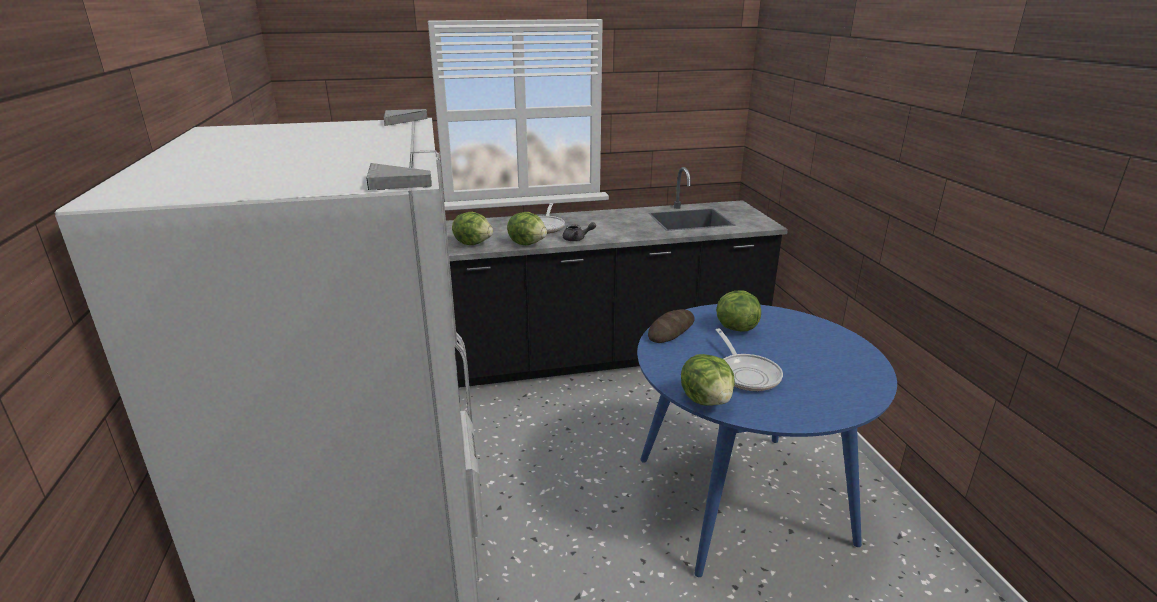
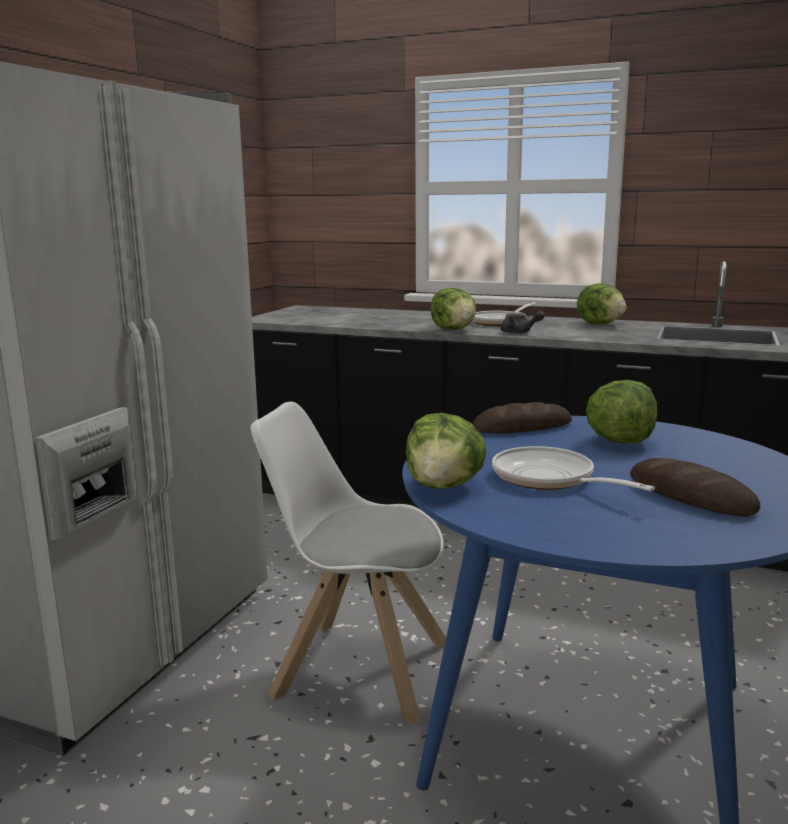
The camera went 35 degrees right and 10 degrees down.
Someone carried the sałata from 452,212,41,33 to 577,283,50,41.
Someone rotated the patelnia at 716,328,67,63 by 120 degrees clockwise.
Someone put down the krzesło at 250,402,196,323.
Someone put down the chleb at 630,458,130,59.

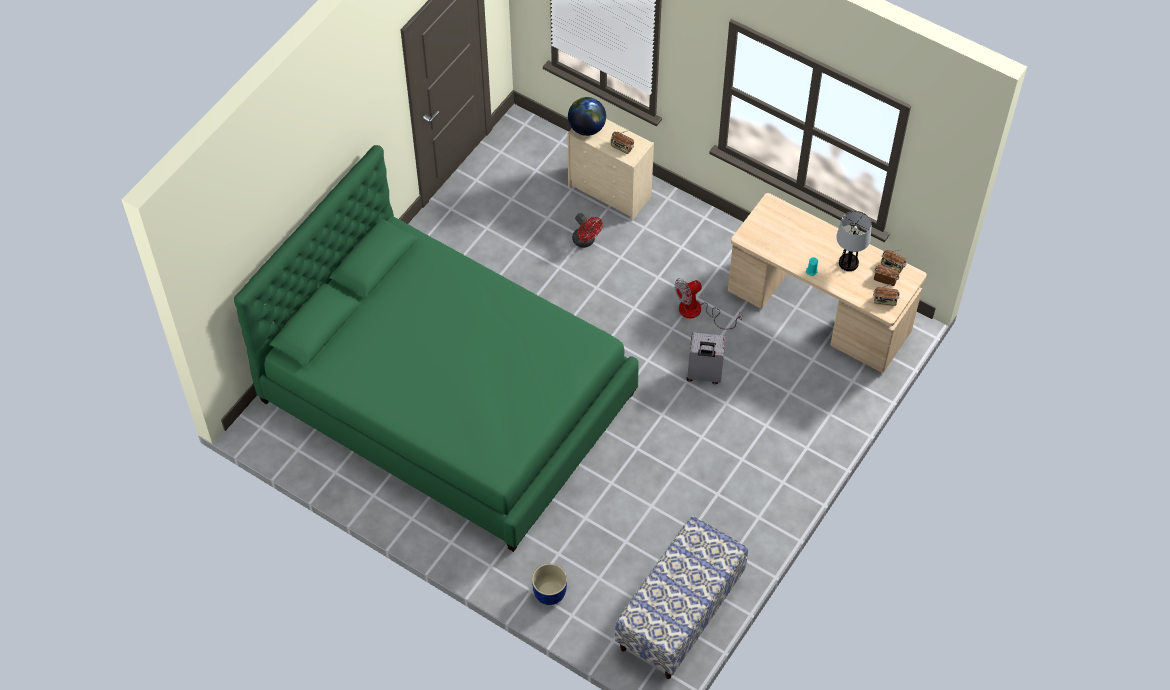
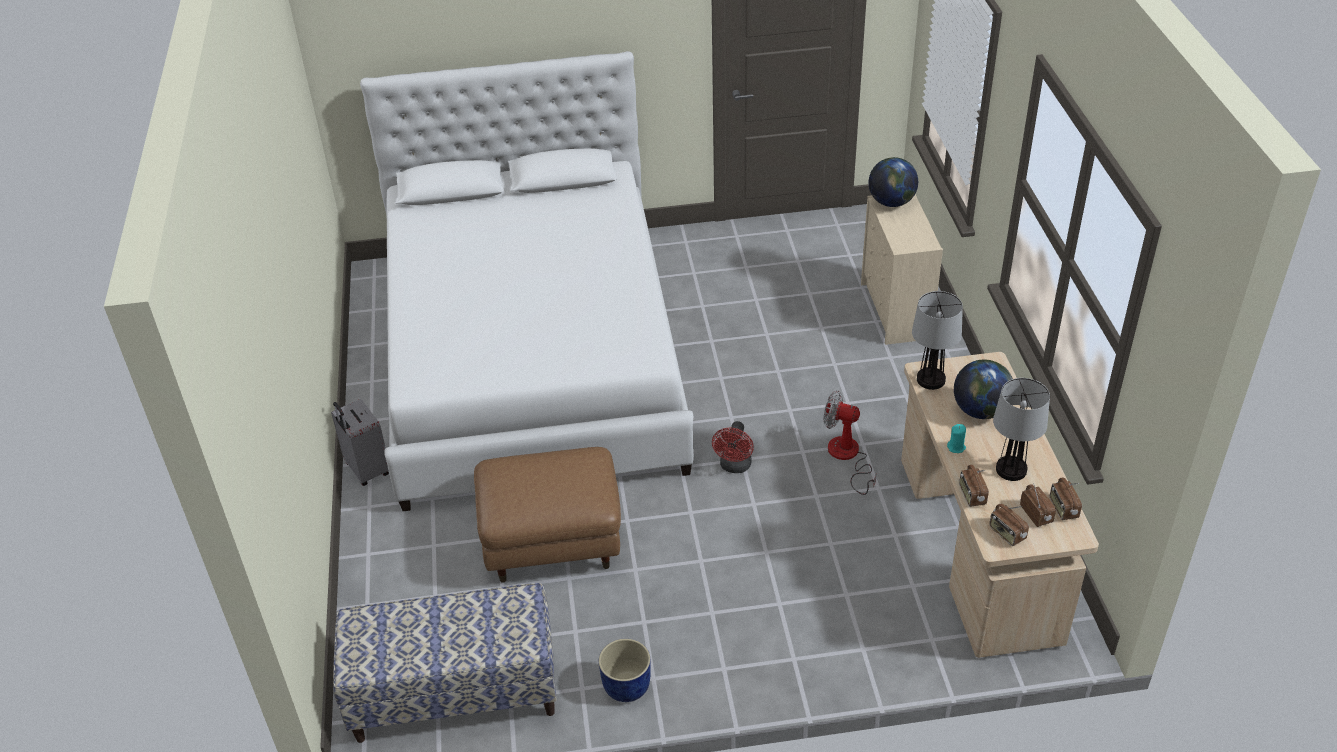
The camera went 50 degrees right and 15 degrees down.
Someone carried the radio from 611,131,23,23 to 959,465,30,42.
Someone repainted the łóżko [zielony] at 234,145,405,407, which became the łóżko [biały] at 360,51,334,460.
Someone carried the wentylator [czerwony] from 572,213,31,35 to 712,421,42,52.
Someone carried the walizka [szary] from 687,333,39,51 to 331,399,58,87.
Someone carried the donica [niebieski] from 532,564,35,41 to 599,639,52,63.
Someone put down the lampa stołowa at 912,291,51,99.
Someone put down the globus at 954,360,59,59.
Someone put down the pufa [brązowy] at 474,447,147,136.

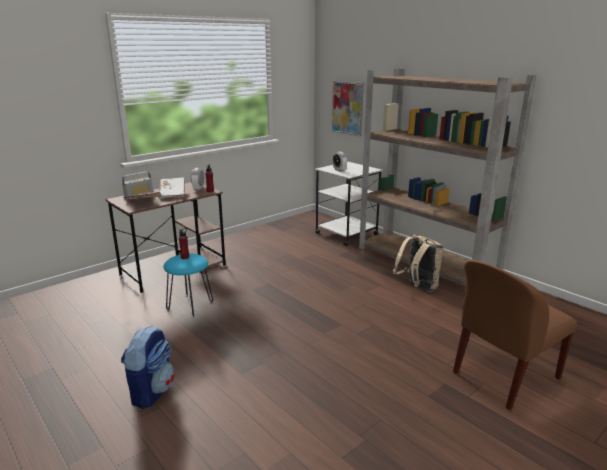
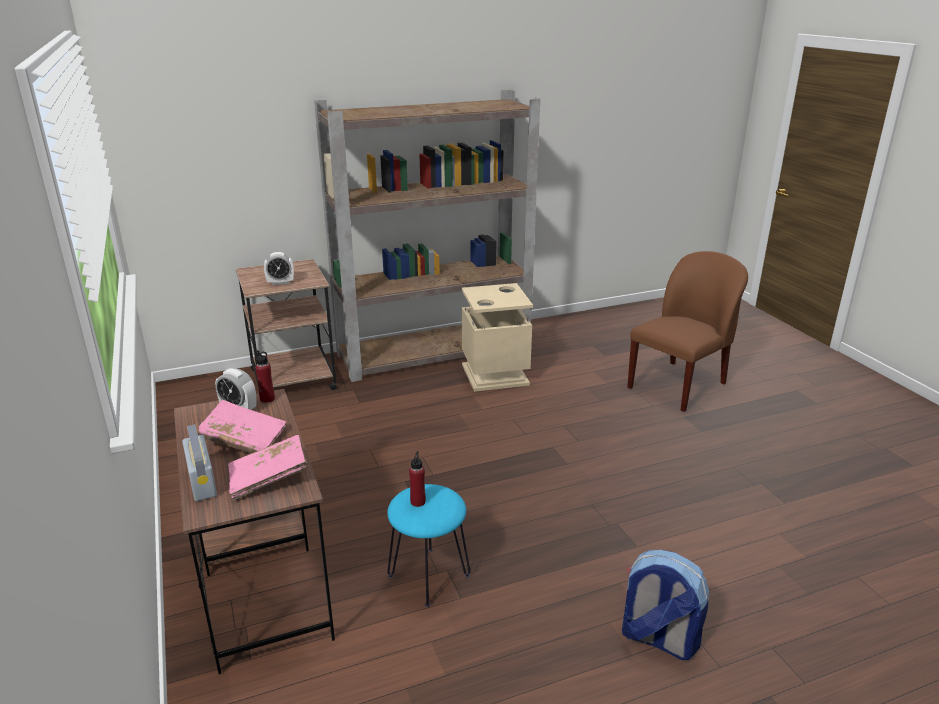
The camera went 70 degrees left and 5 degrees up.
Someone took away the obraz at 332,81,32,55.
Someone repainted the wózek [biały] at 315,162,68,84, which became the wózek [brązowy] at 236,259,101,131.
Someone repainted the książka [biały] at 158,177,27,22, which became the książka [różowy] at 197,400,89,53.
Someone swapped the plecak [beżowy] at 393,235,50,57 for the kosz na śmieci [beżowy] at 462,283,71,109.
Someone rotated the krzesło [brązowy] at 453,259,124,151 by 120 degrees counterclockwise.

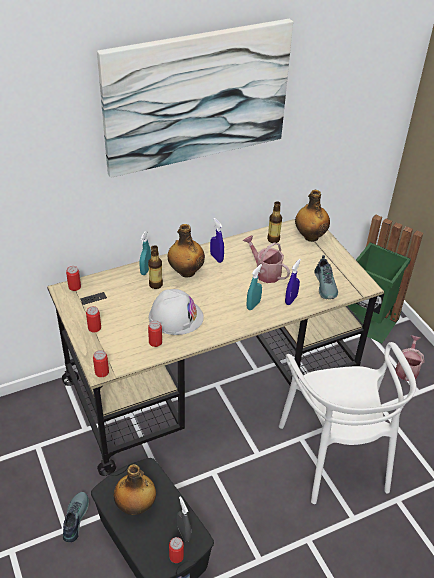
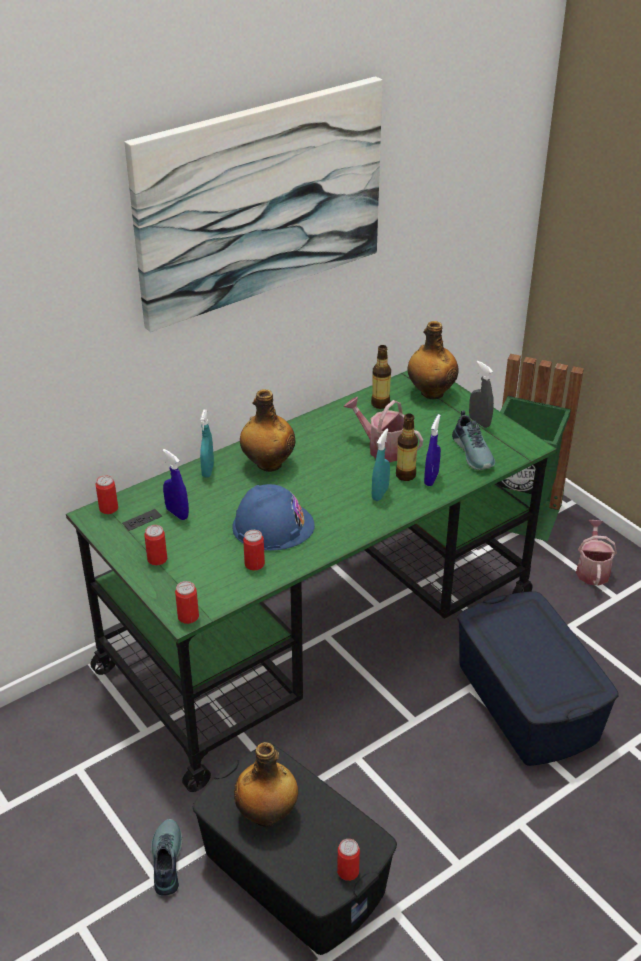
The camera went 10 degrees left and 5 degrees down.
Someone carried the spryskiwacz [niebieski] from 210,218,14,45 to 162,449,27,71.
Someone repainted the biurko [beżowy] at 47,219,337,257, which became the biurko [zielony] at 66,370,491,422.
Someone carried the butelka from 148,245,15,44 to 396,414,22,67.
Someone repainted the kask [biały] at 149,289,55,46, which became the kask [niebieski] at 232,484,83,66.
Someone swapped the krzesło [biały] at 279,342,137,162 for the pojemnik do przechowywania [niebieski] at 457,591,162,175.
Someone carried the spryskiwacz [szary] from 177,496,14,45 to 469,361,25,67.

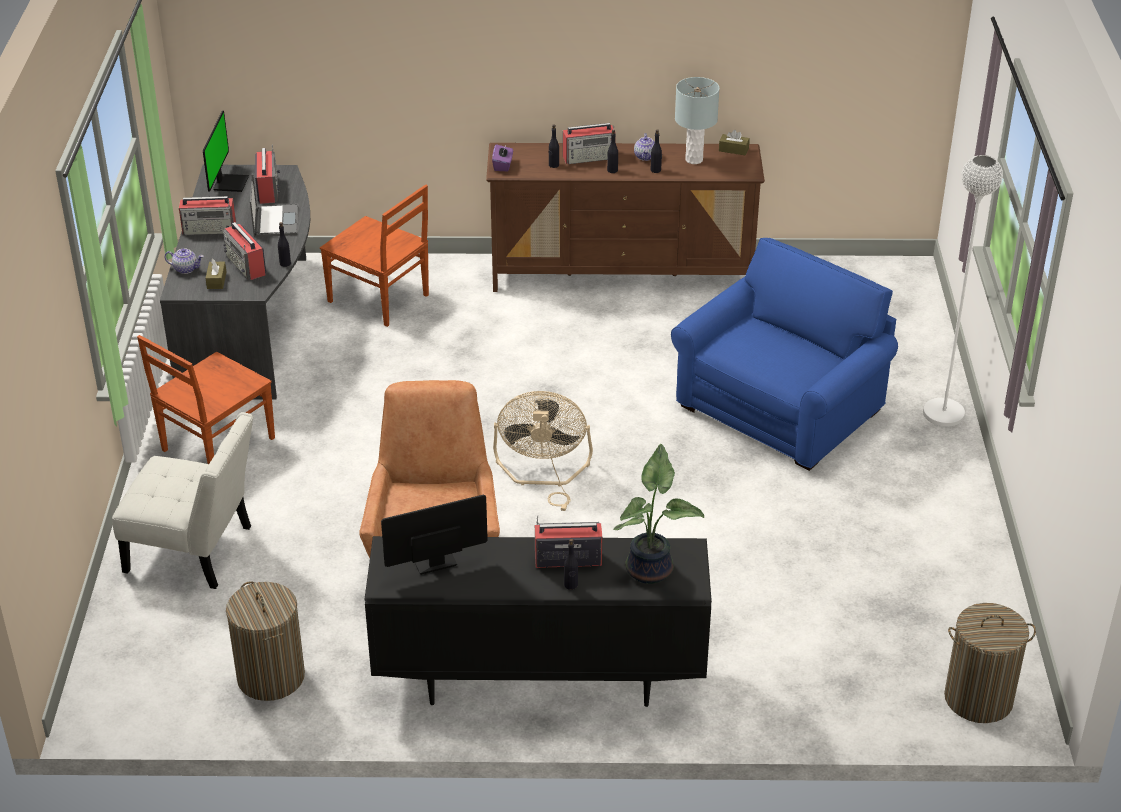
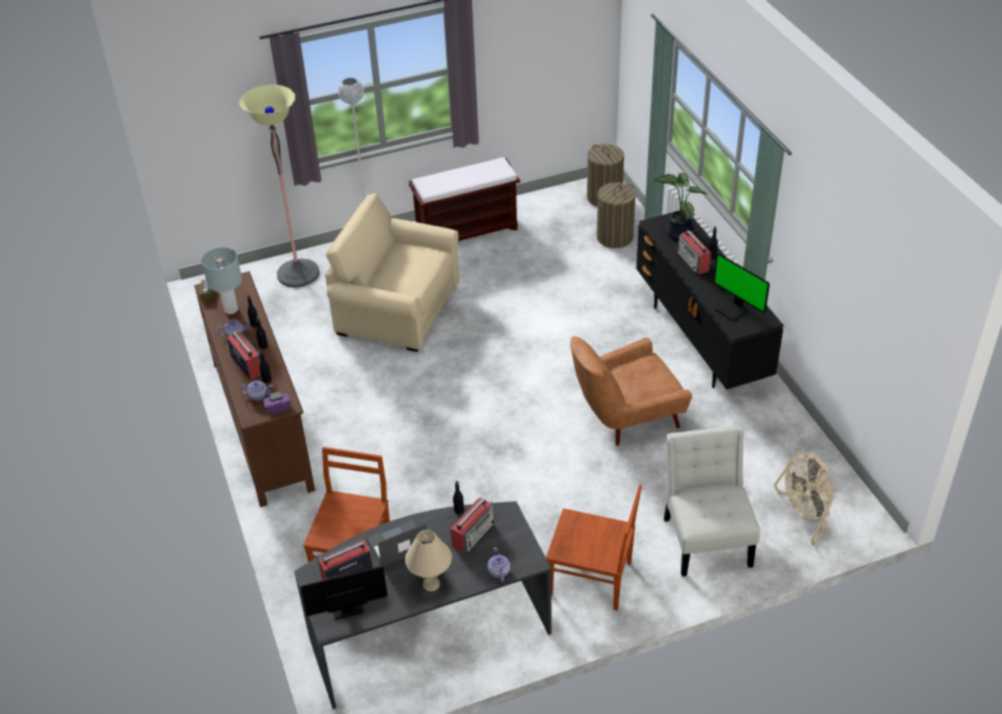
The camera went 110 degrees left and 5 degrees up.
Someone swapped the radio at 179,196,57,39 for the lampa stołowa [beżowy] at 405,530,47,61.
Someone repainted the fotel [niebieski] at 671,238,227,233, which became the fotel [beżowy] at 325,193,135,159.
Someone took away the pudełko chusteczek [brązowy] at 205,259,21,30.
Someone carried the wentylator [beżowy] from 493,391,100,120 to 774,451,63,95.
Someone carried the kosz na pranie from 226,581,79,120 to 597,182,39,66.
Someone put down the lampa stojąca at 239,84,80,203.
Someone put down the ławka [brązowy] at 409,157,111,84.
Someone put down the imbryk at 240,380,33,21.

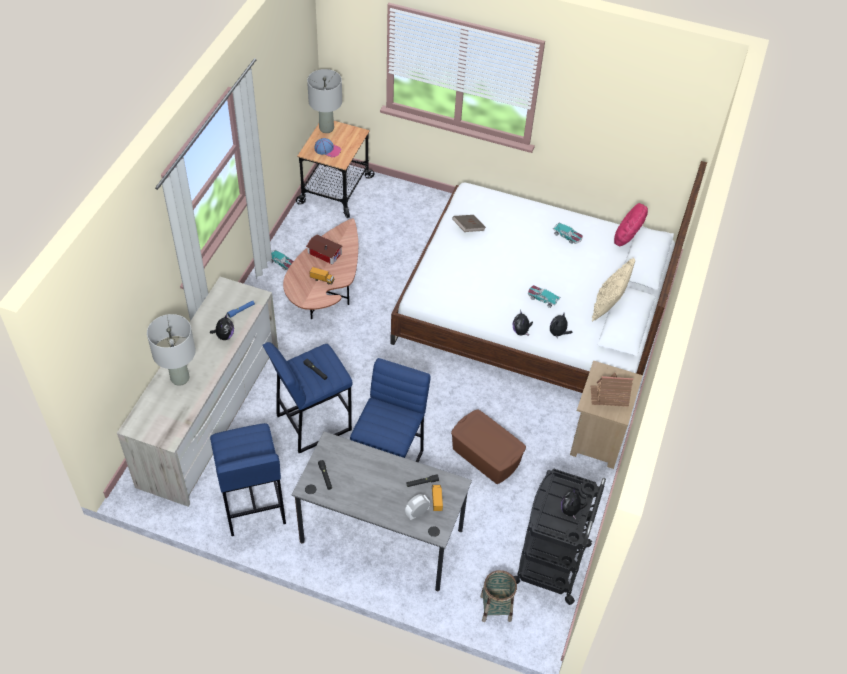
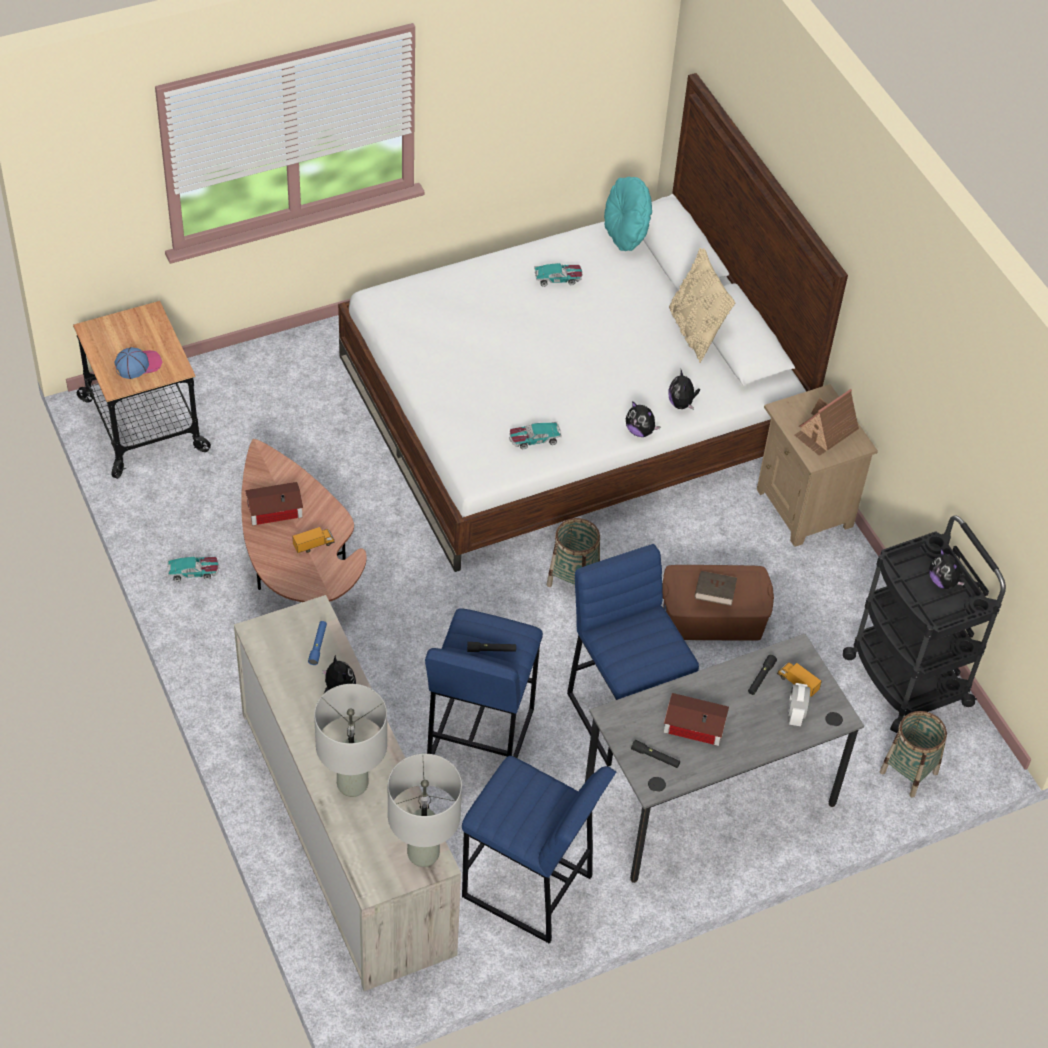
The camera went 45 degrees left and 0 degrees up.
Someone carried the lampa stołowa [szary] from 307,69,35,64 to 388,754,74,113.
Someone repainted the poduszka [różowy] at 614,203,34,43, which became the poduszka [turkusowy] at 604,177,48,74.
Someone carried the książka [brązowy] from 452,215,34,17 to 695,571,42,35.
Someone carried the samochodzik from 528,285,32,23 to 509,422,53,27.
Someone put down the koszyk at 547,518,53,69.
Someone put down the domek at 664,693,65,53.

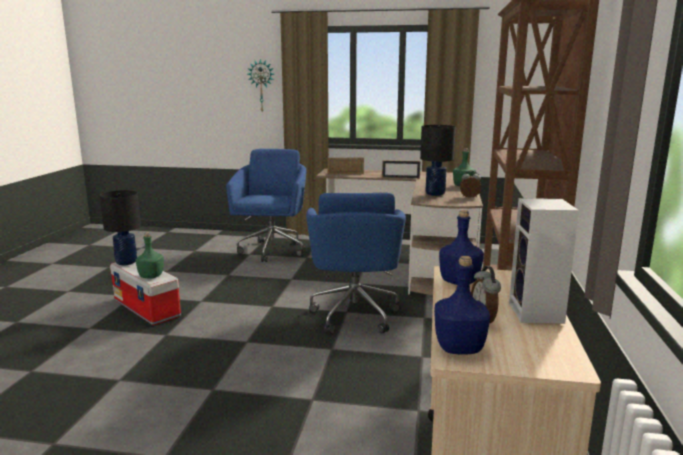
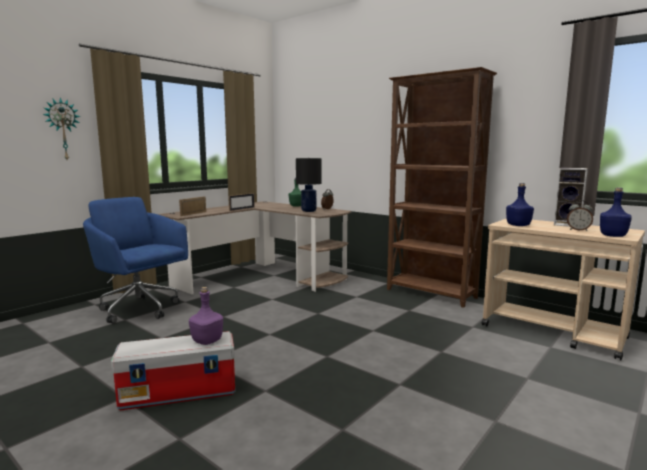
The camera went 60 degrees left and 5 degrees down.
Someone took away the lampa stołowa [czarny] at 100,190,41,75.
Someone took away the krzesło biurowe [niebieski] at 306,193,100,141.
Someone repainted the butelka [zielony] at 135,232,29,46, which became the butelka [fioletowy] at 189,287,34,58.

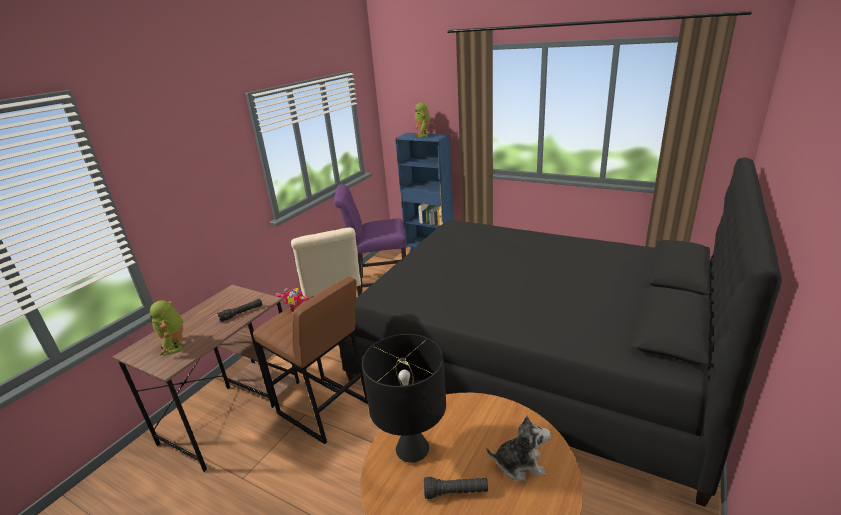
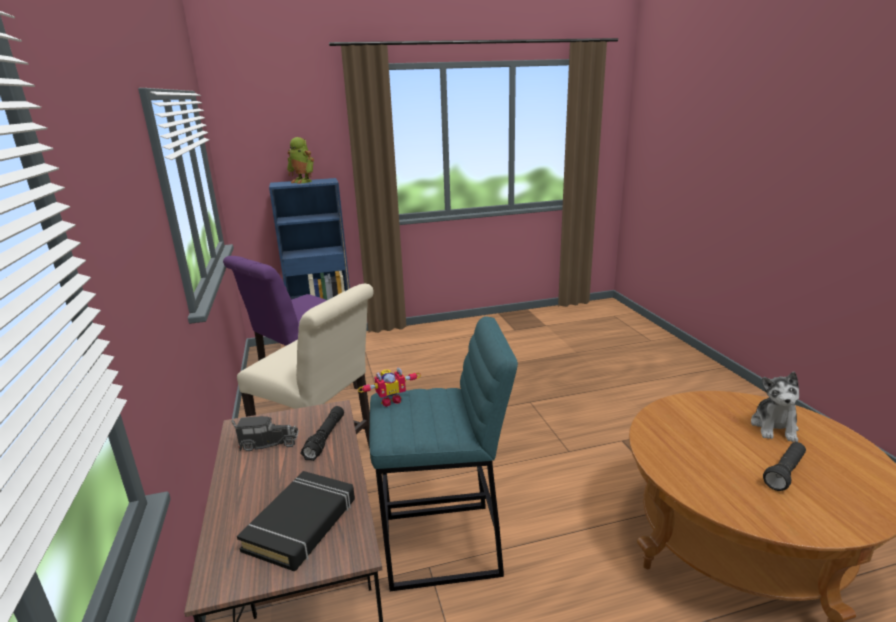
The camera went 45 degrees left and 5 degrees down.
Someone took away the łóżko [czarny] at 339,157,443,350.
Someone repainted the stołek [brązowy] at 253,277,115,167, which became the stołek [turkusowy] at 369,316,149,275.
Someone swapped the robot zabawkowy at 150,300,34,56 for the książka [czarny] at 237,471,118,100.
Someone took away the lampa stołowa [czarny] at 362,334,84,129.
Someone rotated the pluszak at 487,415,64,67 by 150 degrees clockwise.
Someone put down the ciężarówka zabawkowa at 232,416,67,35.

